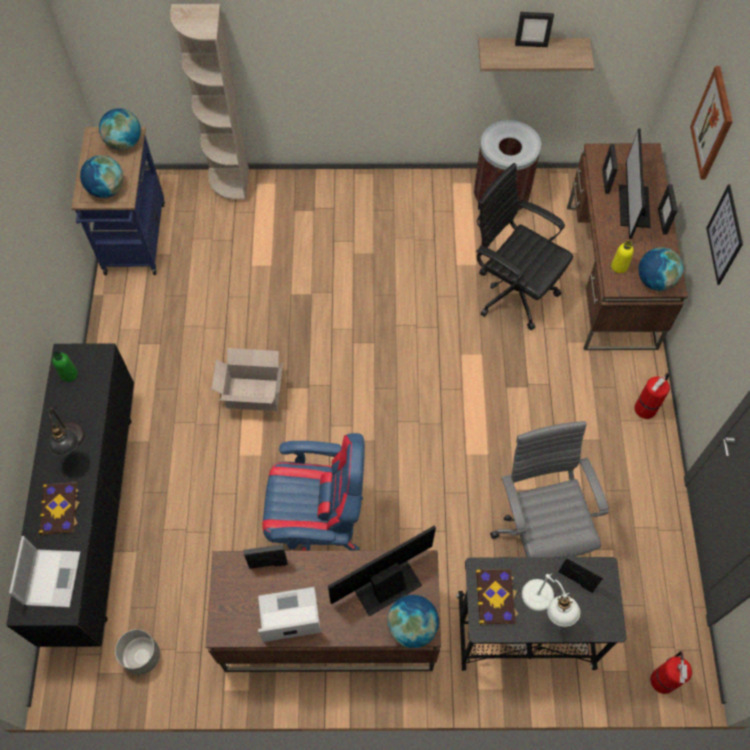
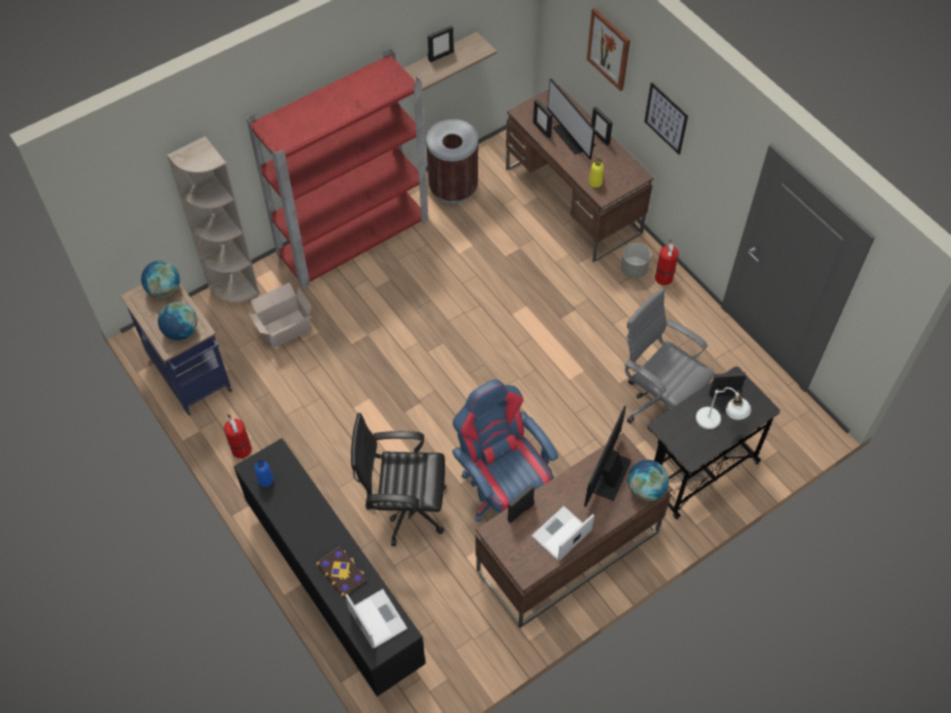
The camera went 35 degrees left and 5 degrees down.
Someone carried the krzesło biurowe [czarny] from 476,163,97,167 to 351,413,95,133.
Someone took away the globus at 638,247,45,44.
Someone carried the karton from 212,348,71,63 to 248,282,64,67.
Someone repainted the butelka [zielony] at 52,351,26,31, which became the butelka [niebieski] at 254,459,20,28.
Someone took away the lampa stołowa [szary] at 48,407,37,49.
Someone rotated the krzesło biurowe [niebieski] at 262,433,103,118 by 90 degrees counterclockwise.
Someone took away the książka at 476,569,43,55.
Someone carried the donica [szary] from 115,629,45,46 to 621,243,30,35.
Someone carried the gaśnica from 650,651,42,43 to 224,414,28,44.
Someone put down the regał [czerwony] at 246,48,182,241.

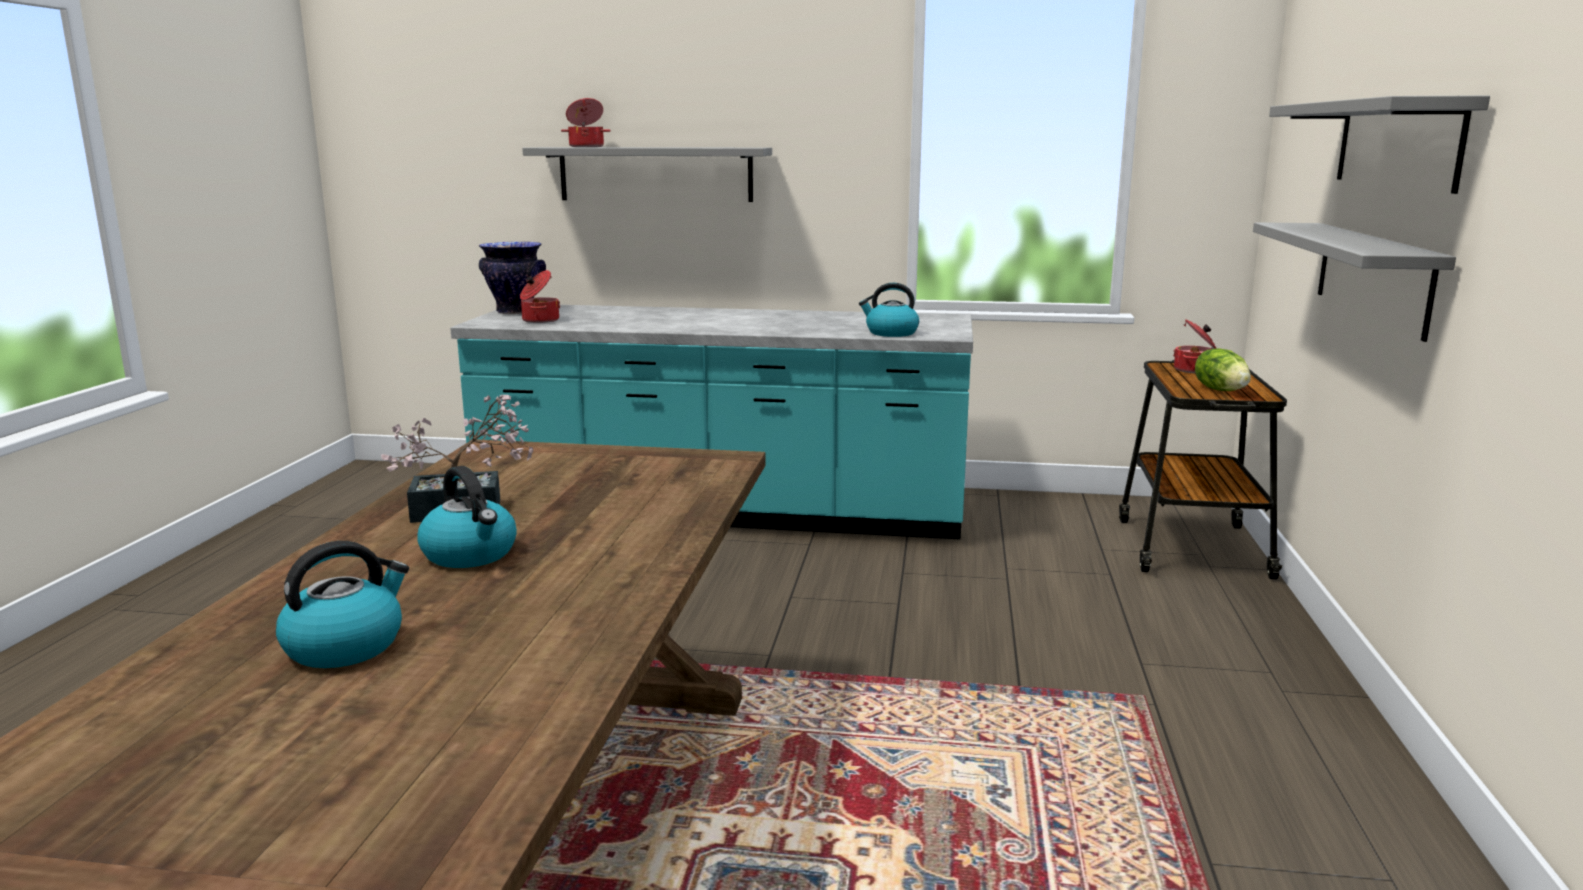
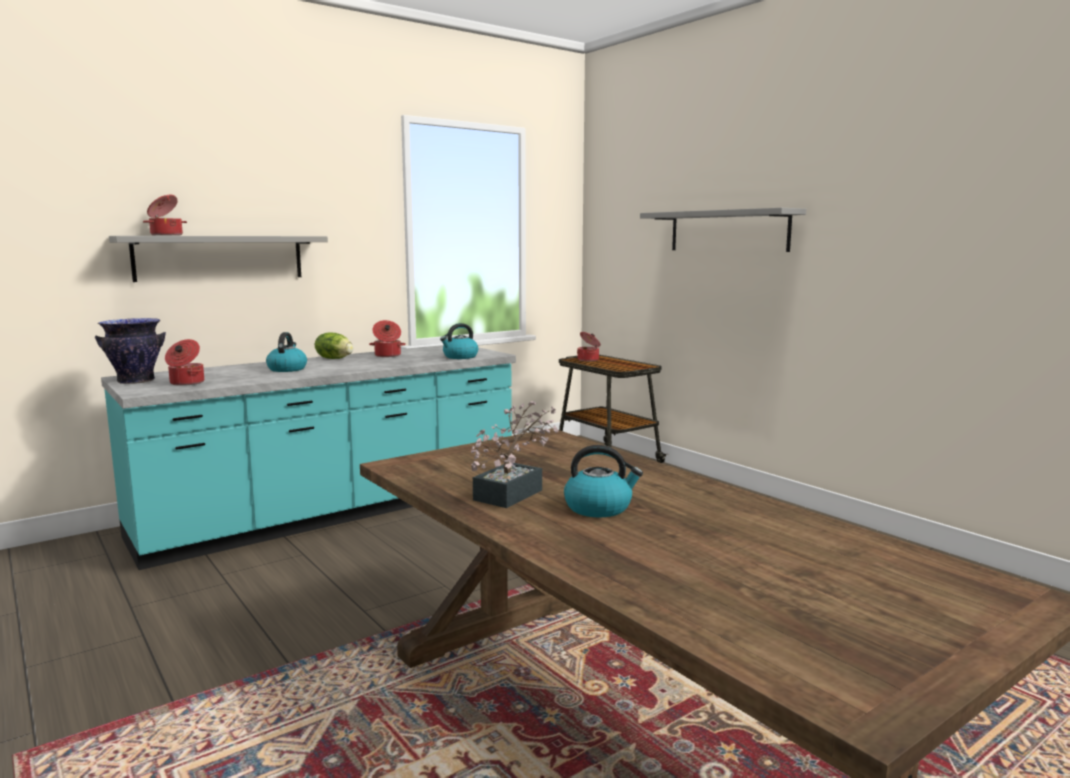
The camera went 45 degrees left and 5 degrees down.
Someone took away the półka [szary] at 1253,222,203,120.
Someone carried the sałata from 1195,348,56,43 to 315,332,38,27.
Someone carried the czajnik from 276,541,133,127 to 266,332,41,40.
Someone put down the garnek at 369,320,37,37.

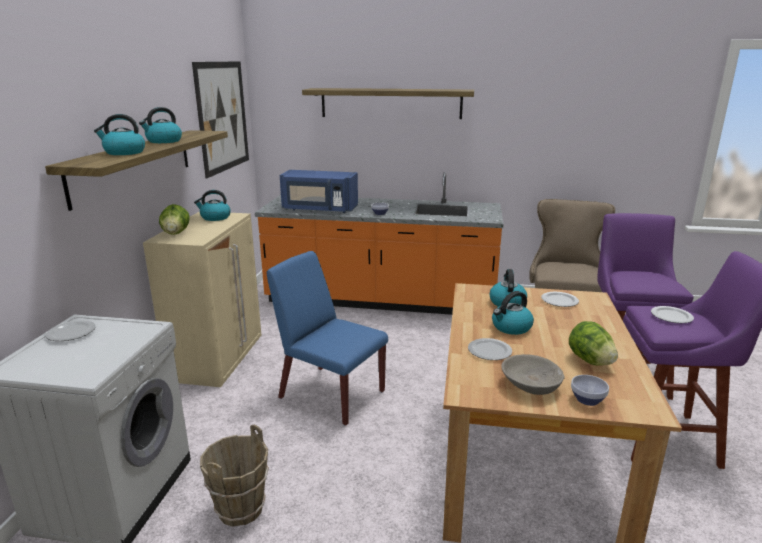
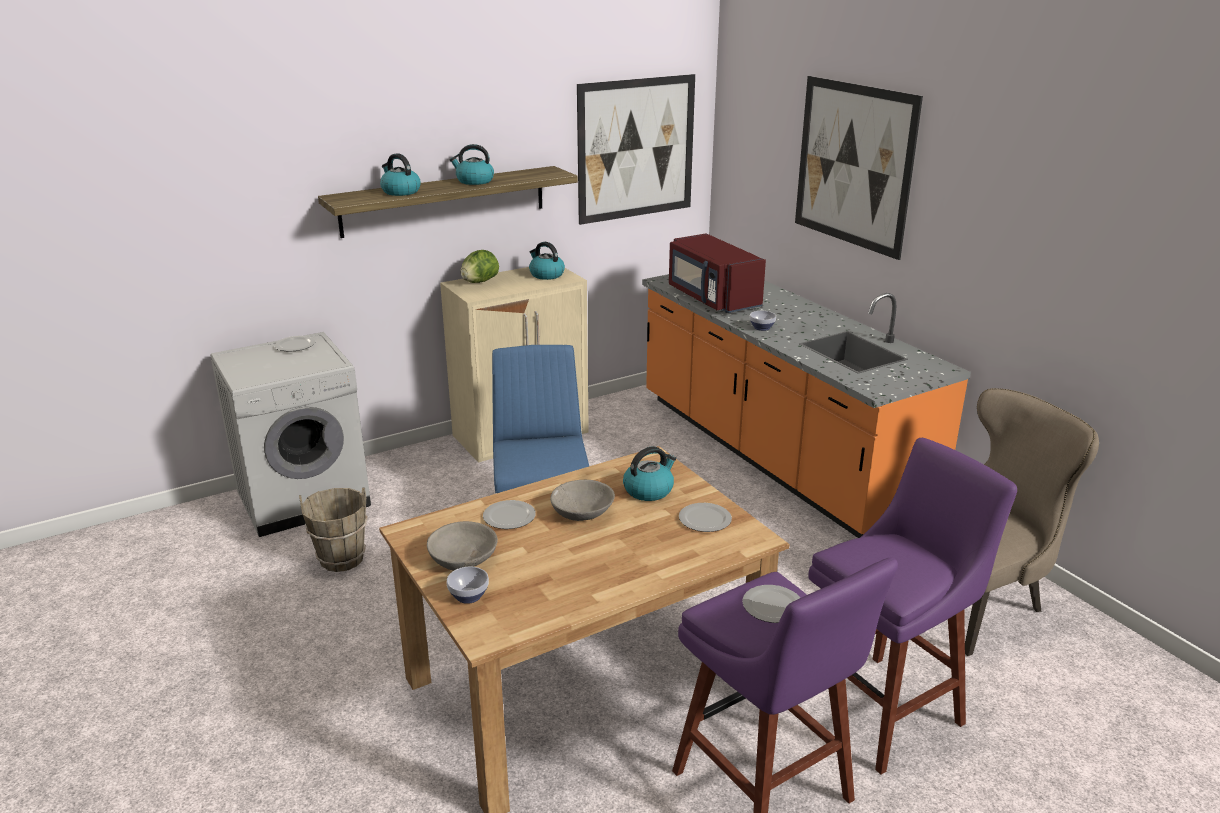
The camera went 50 degrees right and 5 degrees up.
Someone swapped the półka at 302,88,172,31 for the obraz at 795,76,128,184.
Someone repainted the mikrofalówka [niebieski] at 280,170,78,43, which became the mikrofalówka [czerwony] at 669,233,97,80.
Someone swapped the czajnik at 492,291,42,44 for the miska [szary] at 550,480,65,41.
Someone took away the sałata at 569,321,49,45.

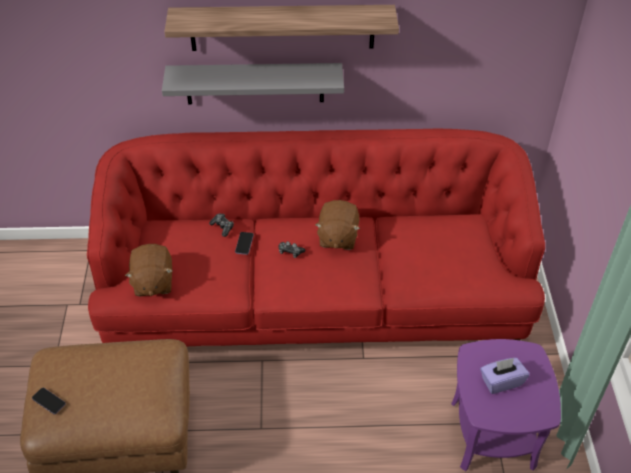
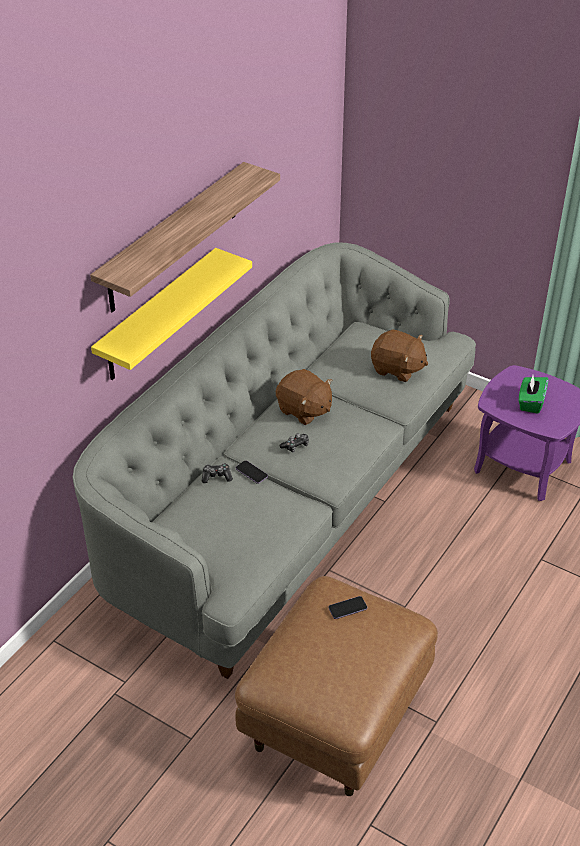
The camera went 55 degrees left and 5 degrees down.
Someone repainted the półka [szary] at 162,63,182,41, which became the półka [żółty] at 91,248,161,132.
Someone repainted the kanapa [czerwony] at 87,129,458,217, which became the kanapa [szary] at 73,242,403,437.
Someone carried the pluszak [brązowy] from 125,244,48,52 to 371,329,57,53.
Someone repainted the pudełko chusteczek [fioletowy] at 480,358,49,36, which became the pudełko chusteczek [zielony] at 519,375,29,39.
Someone carried the telefon from 32,388,34,26 to 328,596,39,23.

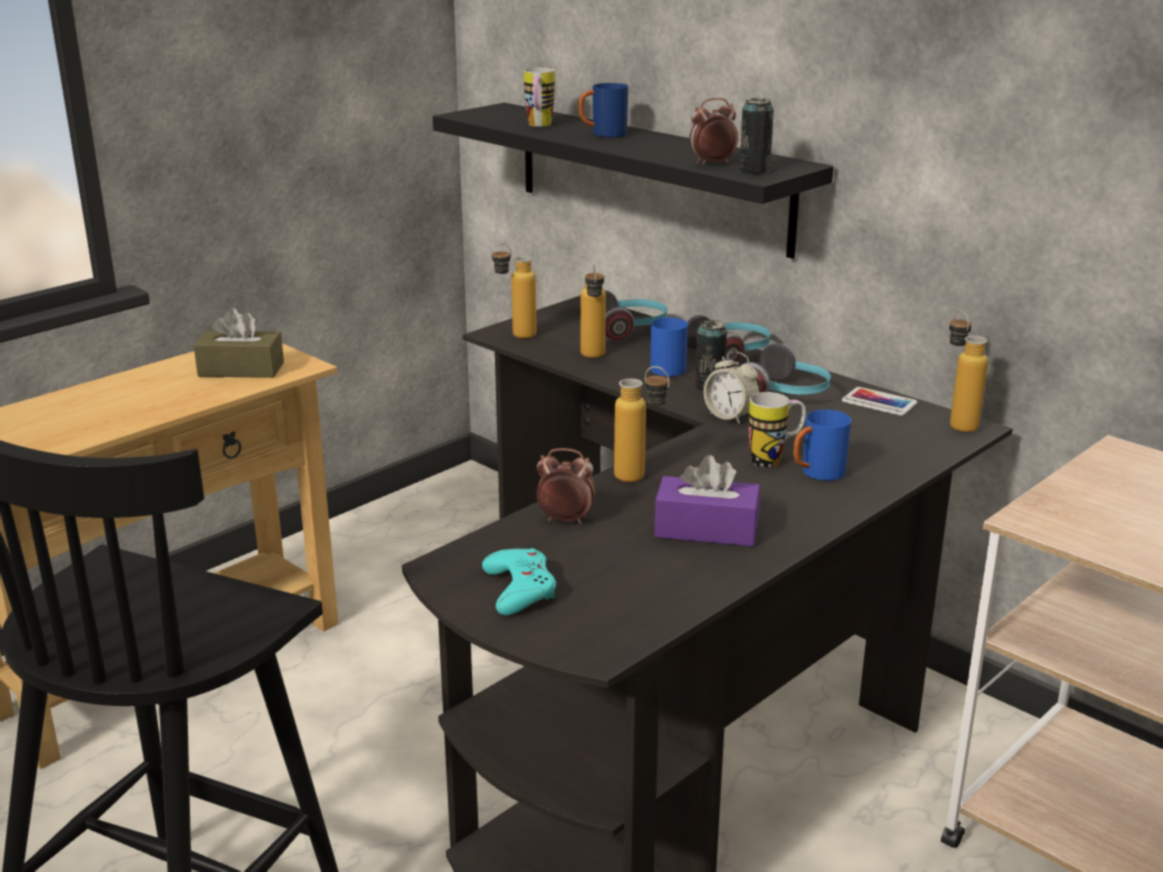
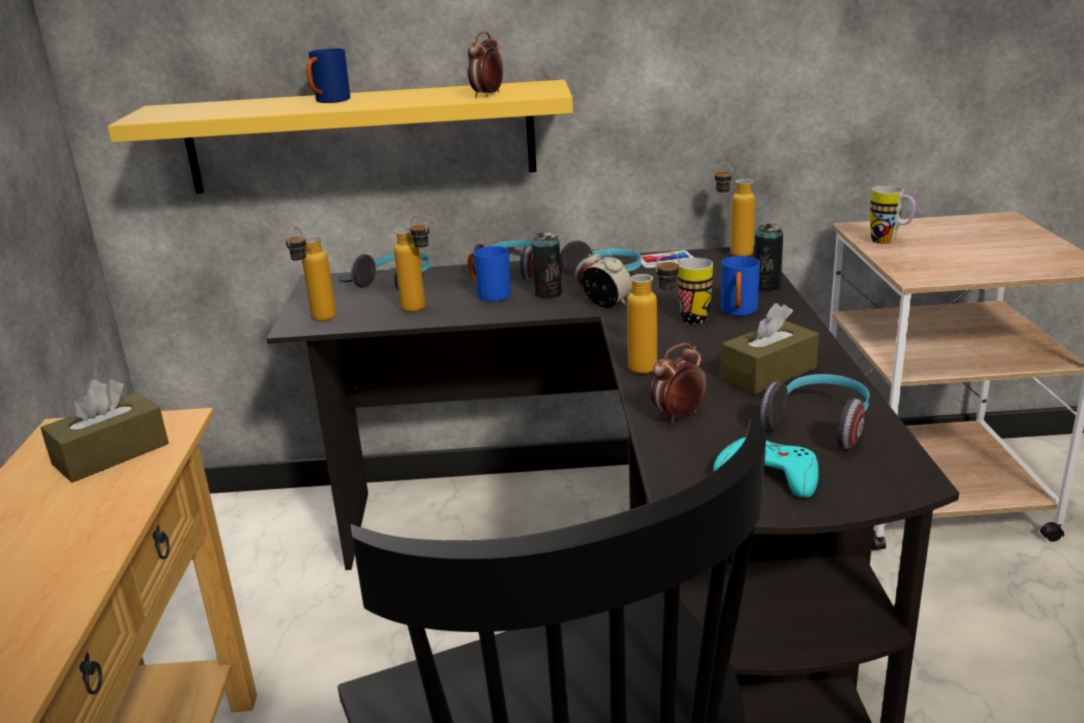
The camera went 45 degrees left and 0 degrees up.
Someone carried the kubek from 524,67,31,60 to 870,185,46,59.
Someone carried the puszka from 740,98,34,77 to 754,224,29,67.
Someone repainted the półka [czarny] at 433,103,400,156, which became the półka [żółty] at 107,80,466,114.
Someone rotated the budzik at 704,351,56,73 by 135 degrees counterclockwise.
Someone repainted the pudełko chusteczek [fioletowy] at 654,455,106,92, which became the pudełko chusteczek [brązowy] at 721,303,98,91.
Someone put down the słuchawki at 760,374,110,75.

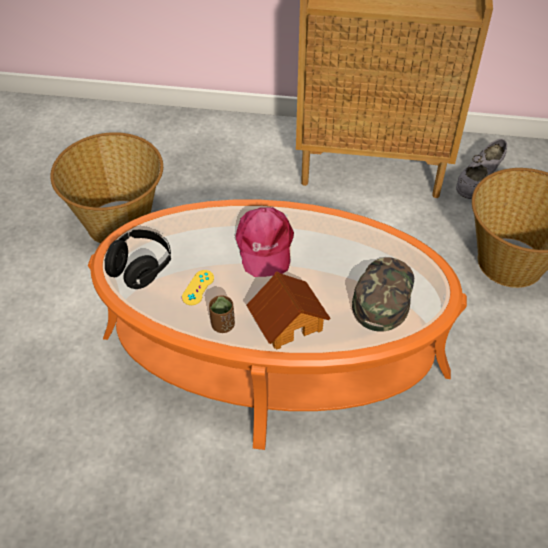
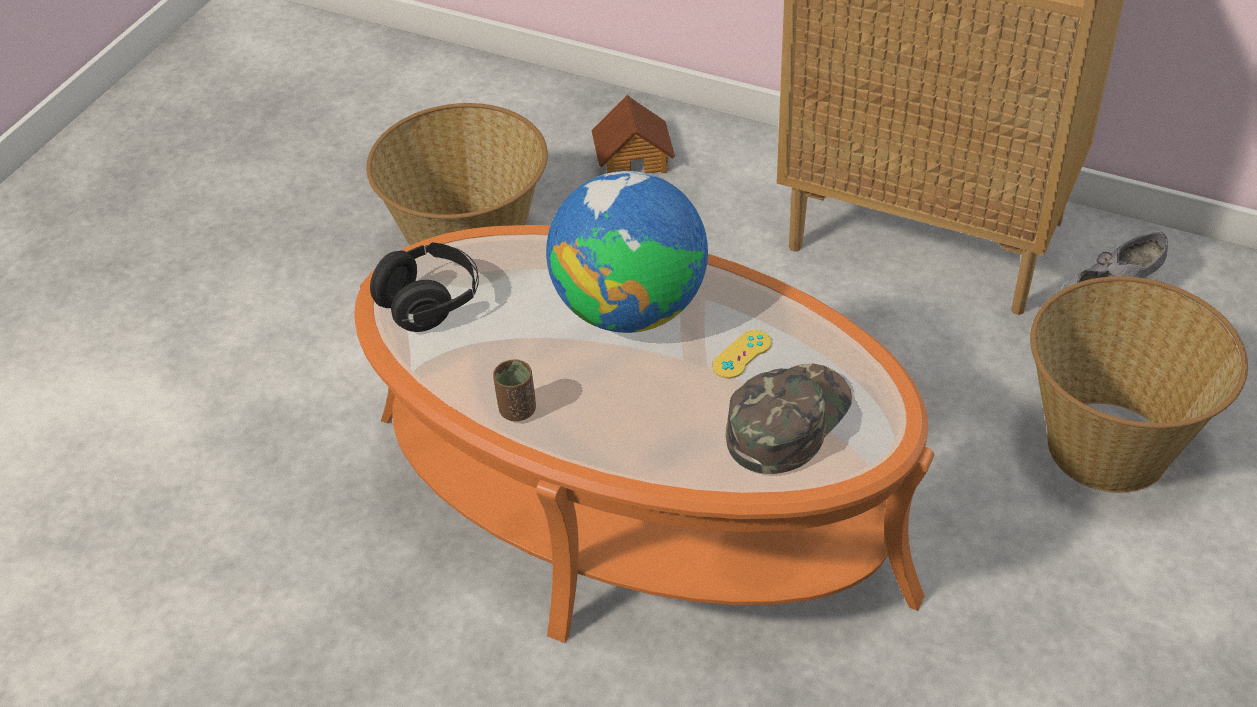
The camera went 20 degrees right and 5 degrees down.
Someone swapped the czapka z daszkiem [różowy] at 235,207,59,70 for the globus at 546,171,162,162.
Someone carried the pad do gier [żółty] from 182,270,32,35 to 712,330,59,48.
Someone carried the domek from 247,271,83,79 to 591,95,84,78.

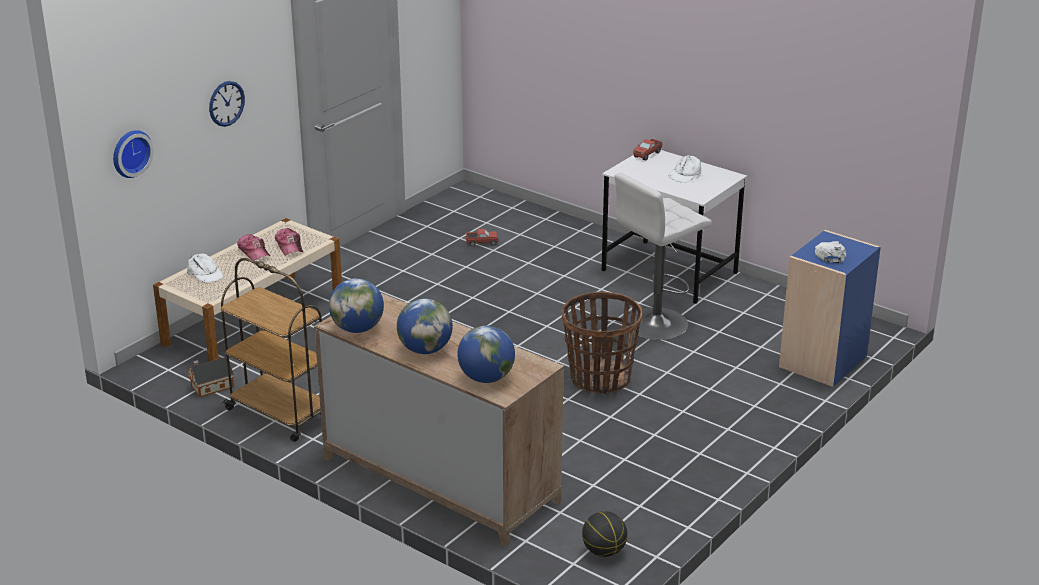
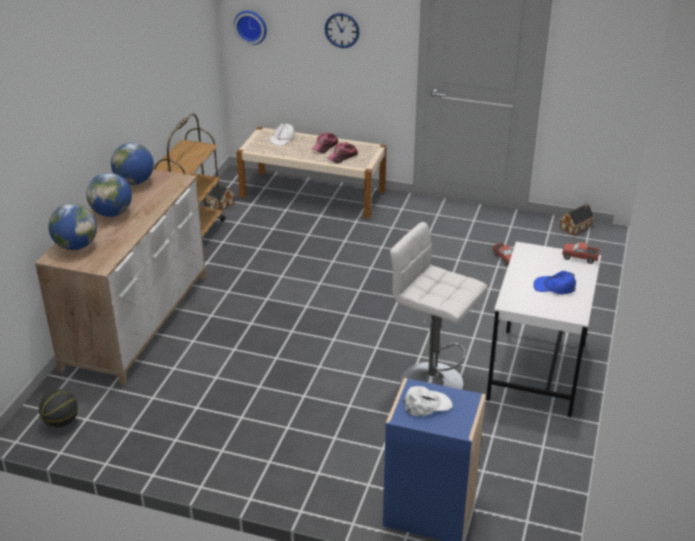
The camera went 70 degrees right and 5 degrees up.
Someone repainted the czapka z daszkiem [biały] at 669,154,32,29, which became the czapka z daszkiem [niebieski] at 533,271,43,24.
Someone took away the koszyk at 562,292,80,102.
Someone put down the domek at 559,203,35,32.

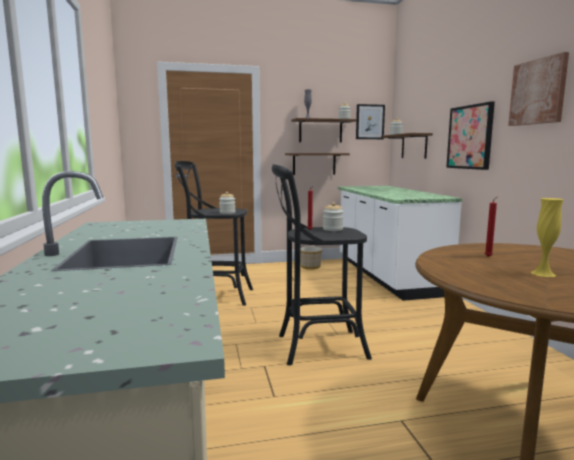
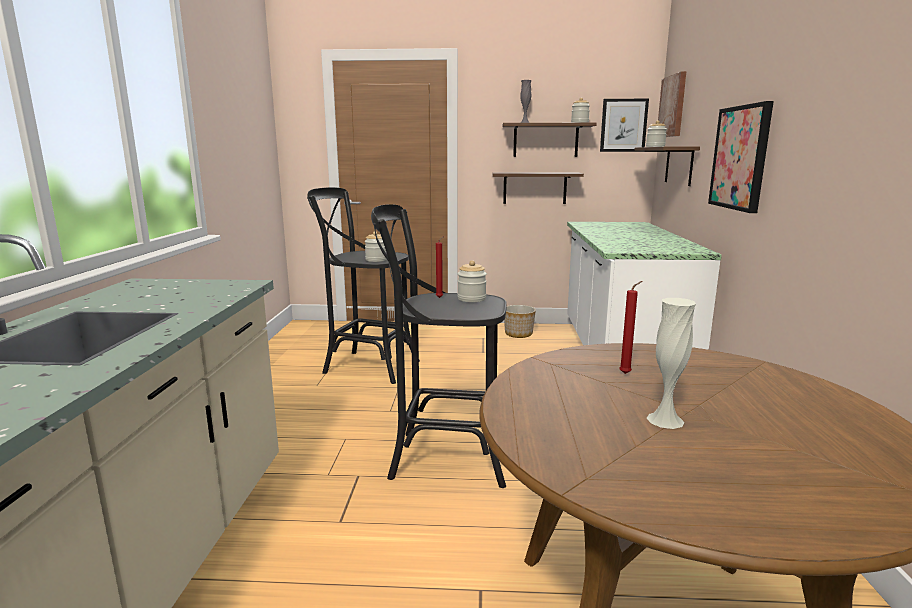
The camera went 15 degrees right and 5 degrees up.
Someone carried the obraz from 508,52,61,74 to 658,71,28,66.
Someone repainted the wazon [żółty] at 531,198,33,79, which became the wazon [biały] at 647,298,49,131.

